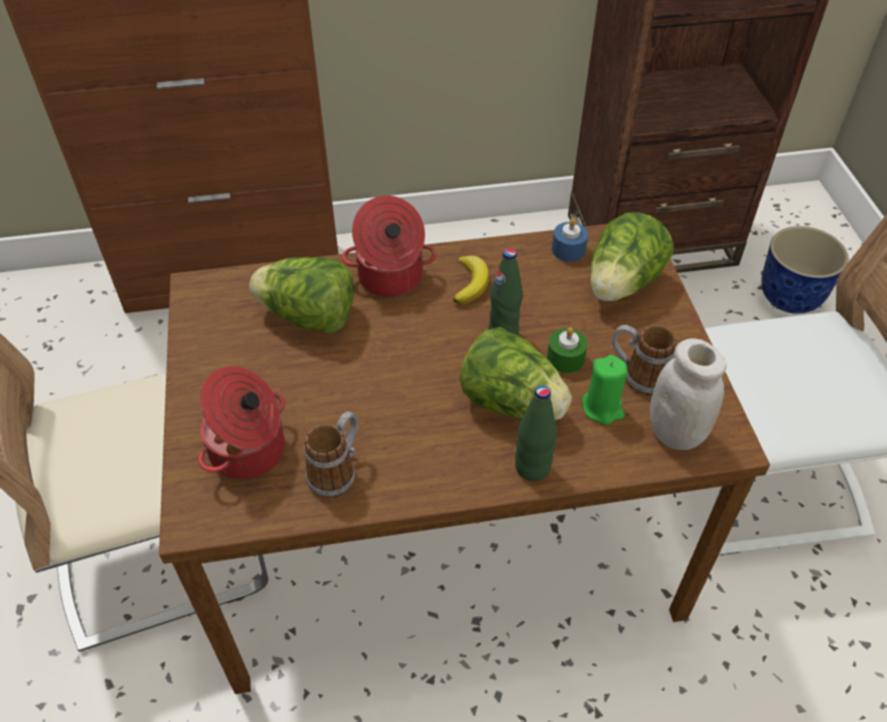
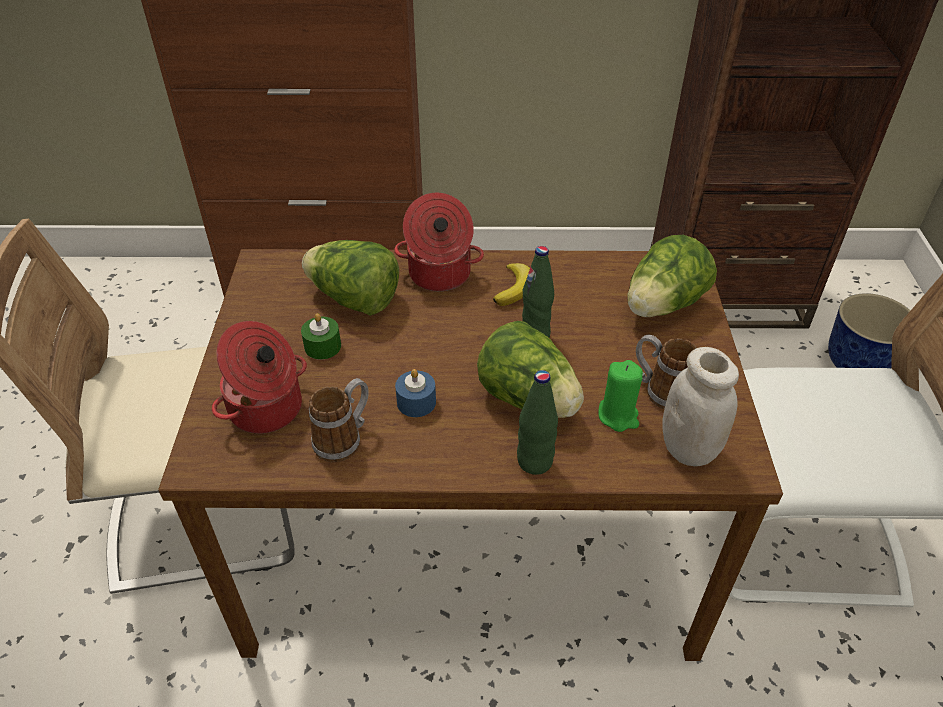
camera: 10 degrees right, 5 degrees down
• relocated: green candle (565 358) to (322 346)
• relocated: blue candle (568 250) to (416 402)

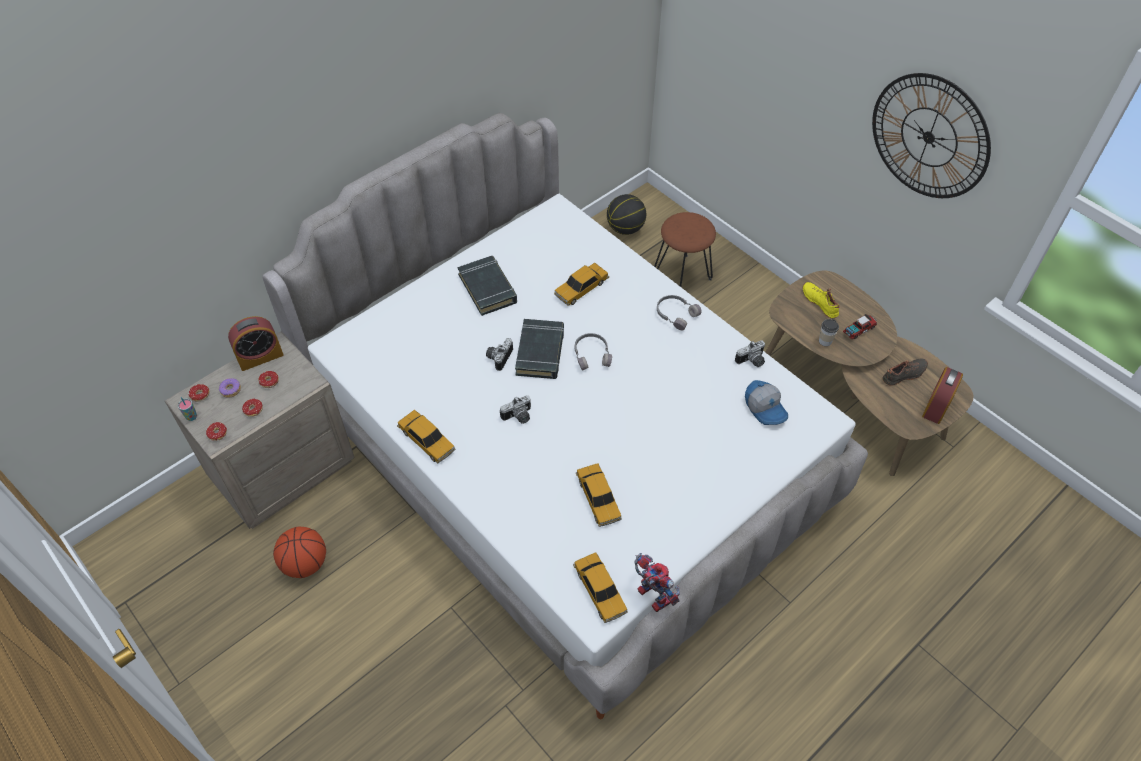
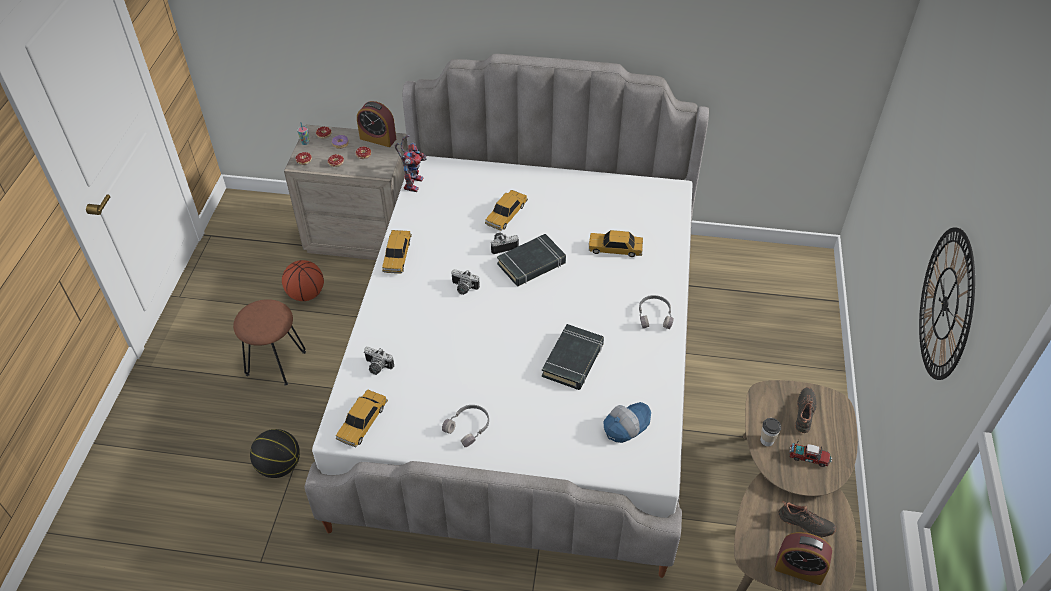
camera: 50 degrees right, 5 degrees down
• relocated: brownish sitting stool (683 275) to (276 363)
• relocated: ball for basketball (625 228) to (279 466)
• relocated: photo camera (752 361) to (377 367)
• relocated: model robot (650 595) to (412 182)
• relocated: grey headphones (592 354) to (469 427)
• relocated: toy car (598 498) to (506 214)
• relocated: blackish book (488 288) to (573 360)
• spun: baseball cap (766 408) = (625 425) 150 degrees counterclockwise
• spun: bedside clock (936 406) = (799 569) 150 degrees counterclockwise
• colour: yellow-coloured low shoe (820 302) to blackish low shoe (805 413)

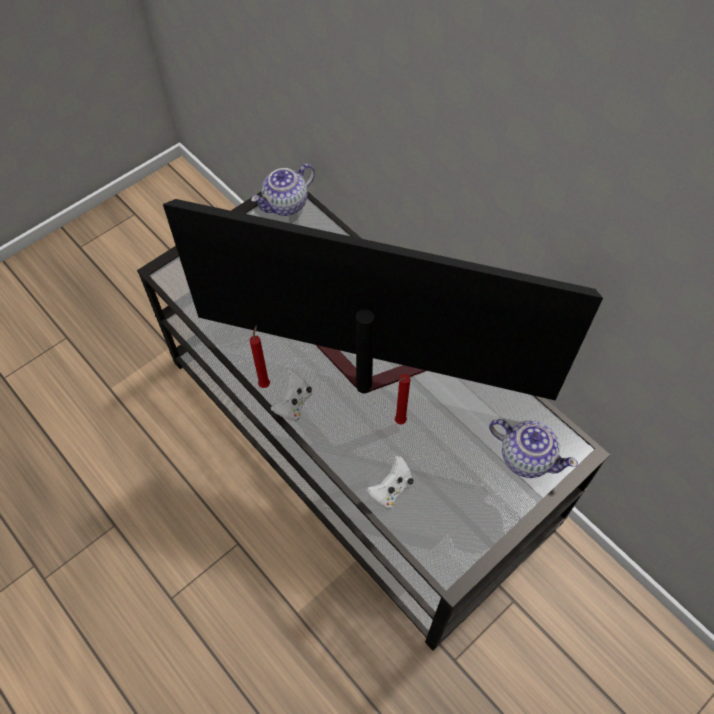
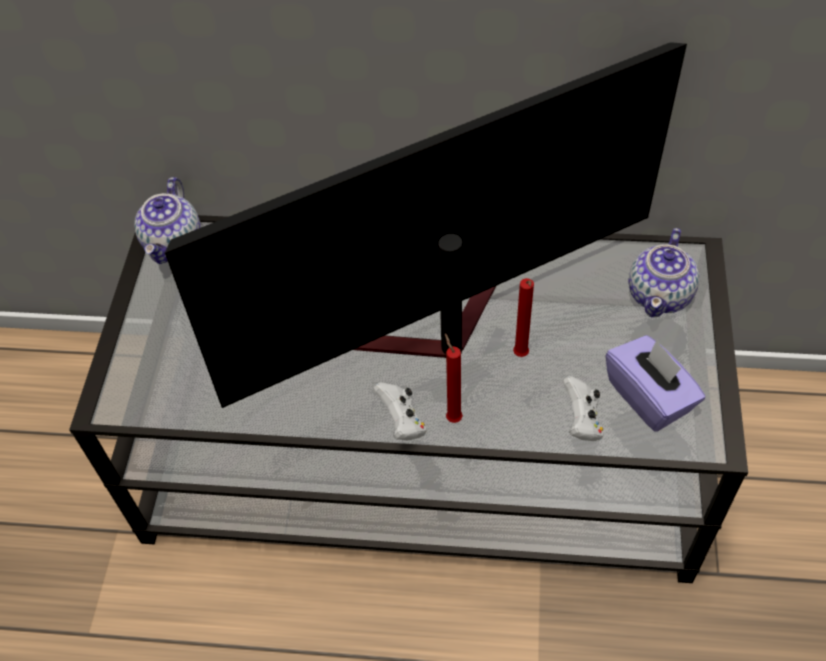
camera: 40 degrees left, 5 degrees down
• relocated: red candle (265 383) to (452 417)
• appeared: purple-coloured tissue holder (649 397)
• spun: teapot (526 456) = (660 294) 120 degrees clockwise

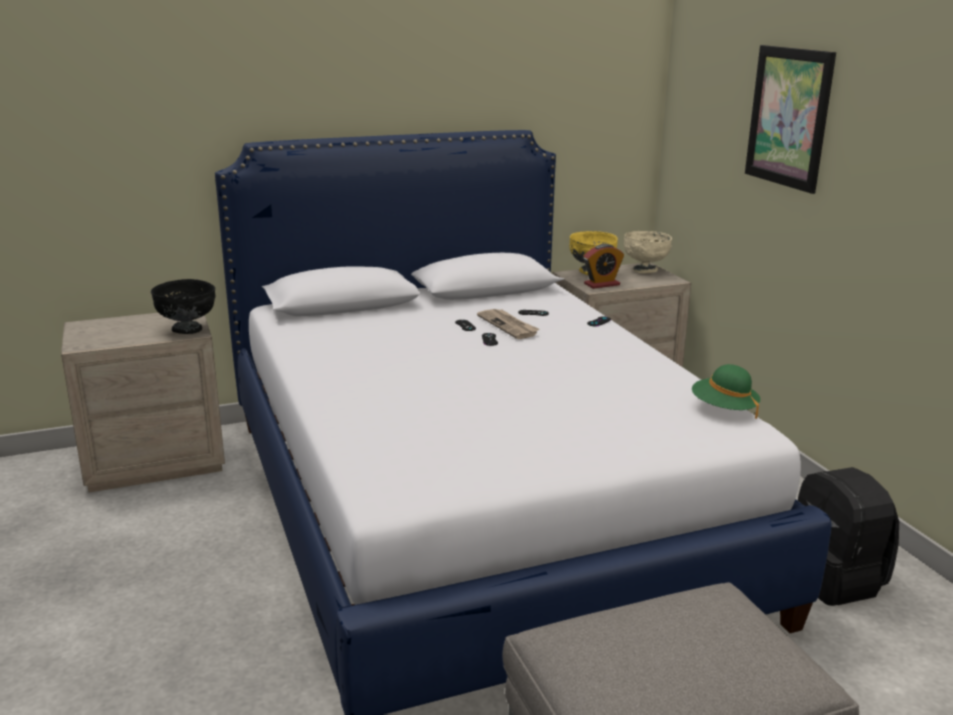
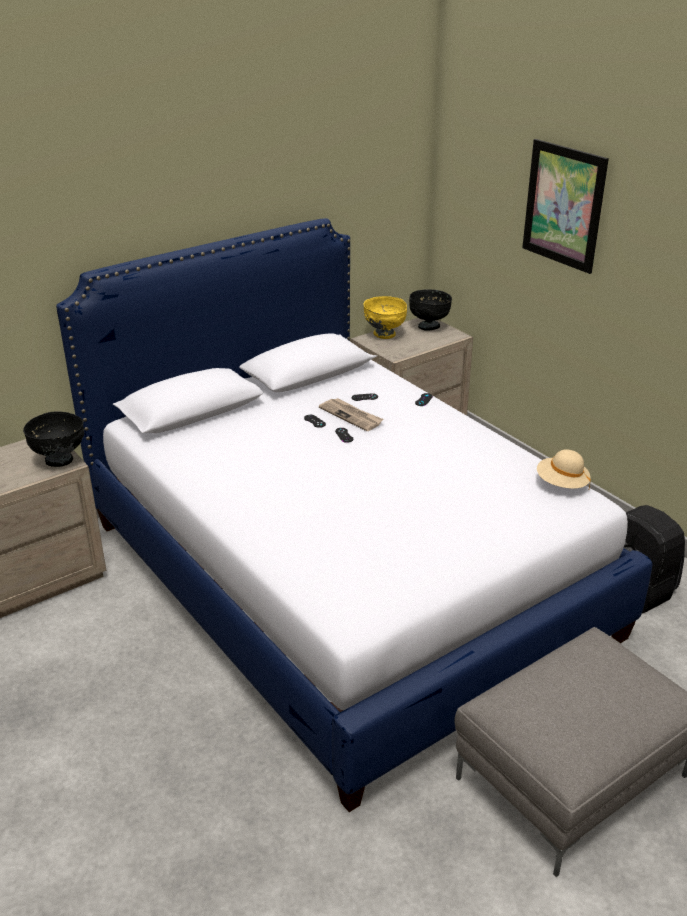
camera: 15 degrees left, 10 degrees up
• colour: beige-coloured bowl (645 270) to blackish bowl (429 326)
• colour: green clothing hat (723 409) to beige-coloured clothing hat (561 484)
• missing: bedside clock (602 284)

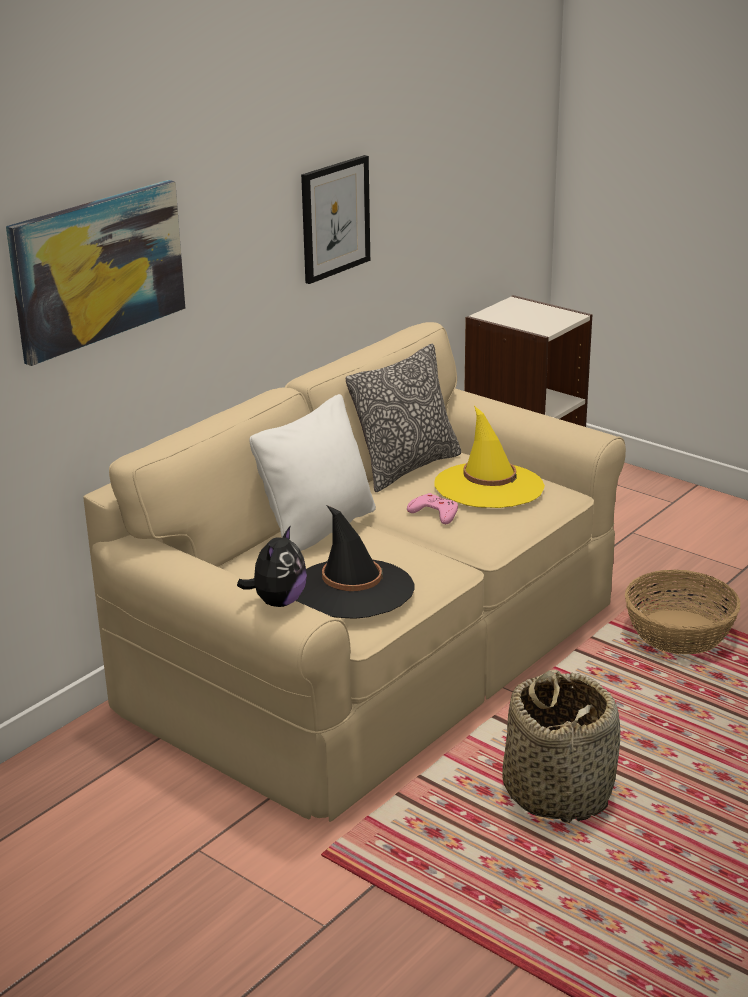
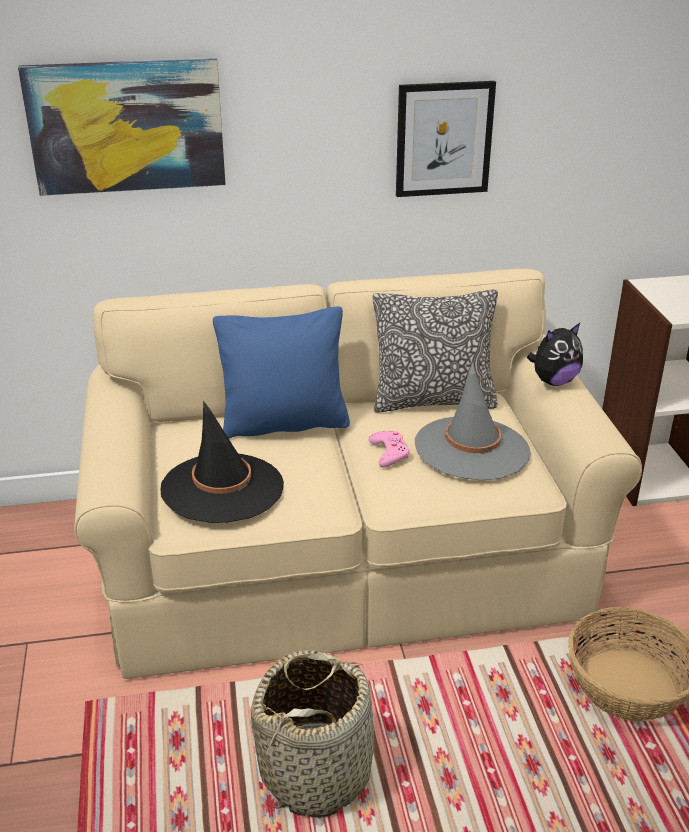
camera: 40 degrees right, 5 degrees up
• colour: whitish throw pillow (318 529) to blue throw pillow (284 424)
• colour: yellow-coloured clothing hat (489 486) to grey clothing hat (472 449)
• relocated: plush toy (278 602) to (553 381)

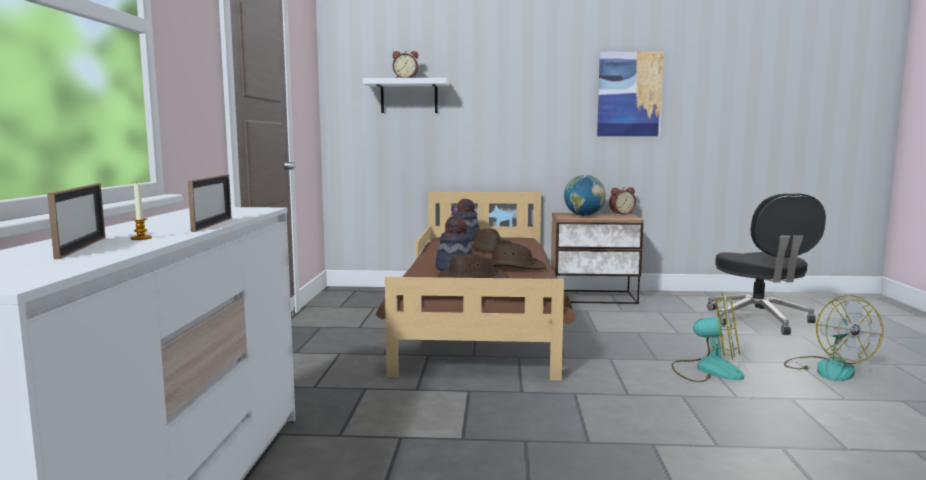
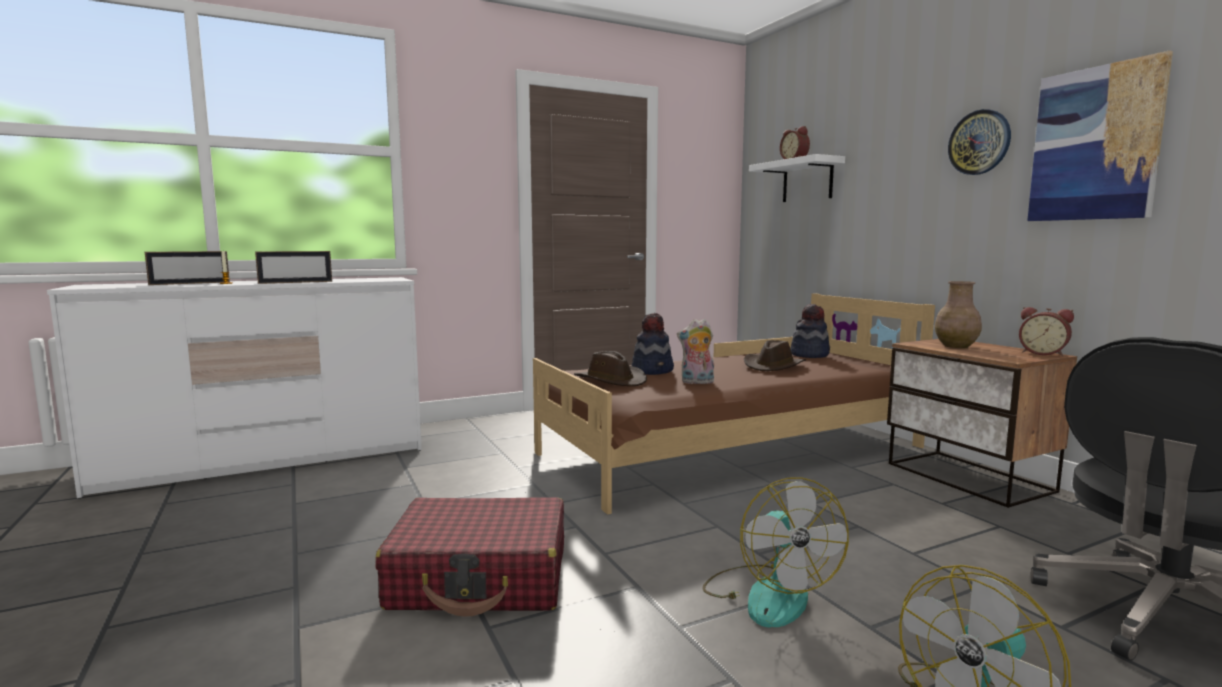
camera: 60 degrees right, 0 degrees up
• appeared: red travel case (481 578)
• exchanged: brownish clothing hat (513 267) to plush toy (696 382)
• exchanged: desk globe (584 216) to brownish flower vase (956 346)
• appeared: wall clock (979 142)

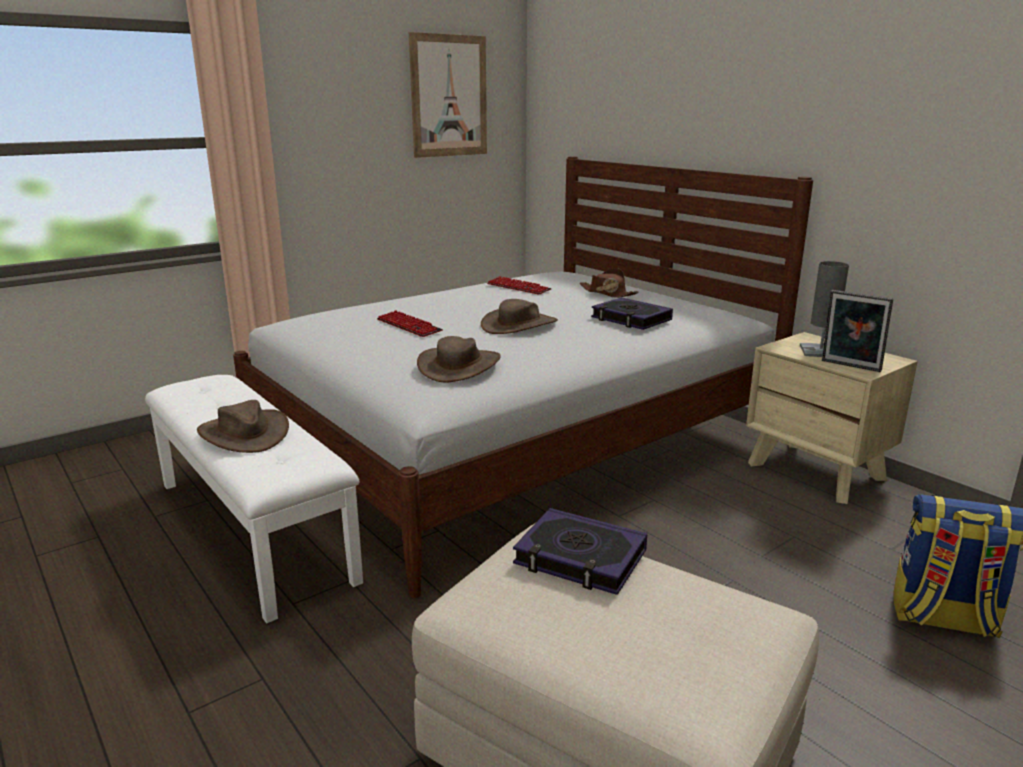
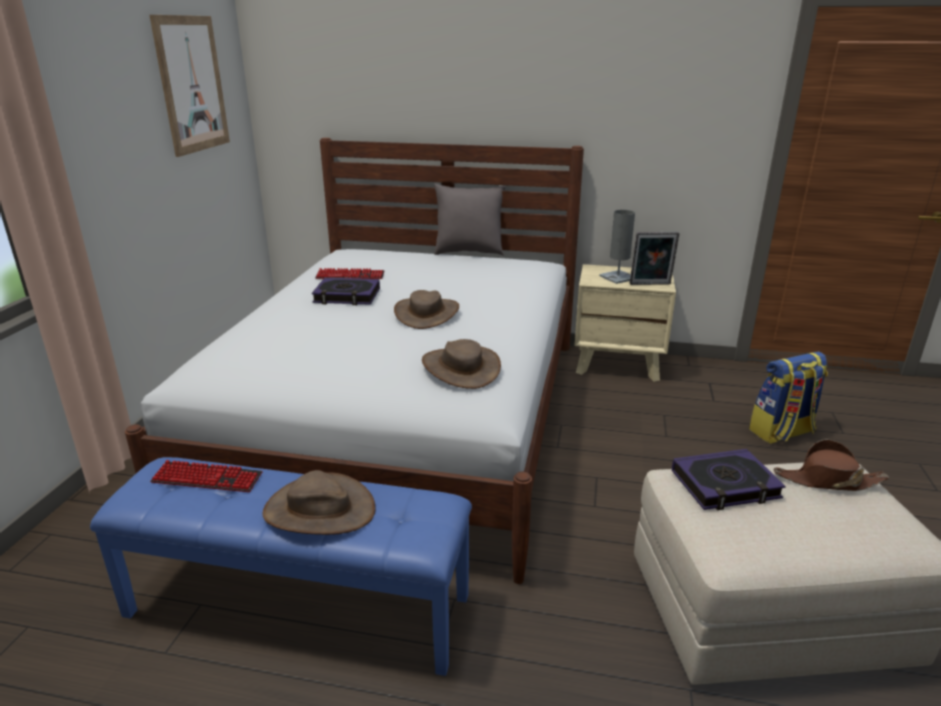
camera: 40 degrees left, 5 degrees up
• colour: whitish bench (255 529) to blue bench (300 604)
• relocated: PC keyboard (409 326) to (207 478)
• relocated: book (631 319) to (347 296)
• appeared: grey throw pillow (469 252)
• relocated: brownish clothing hat (607 293) to (828 480)

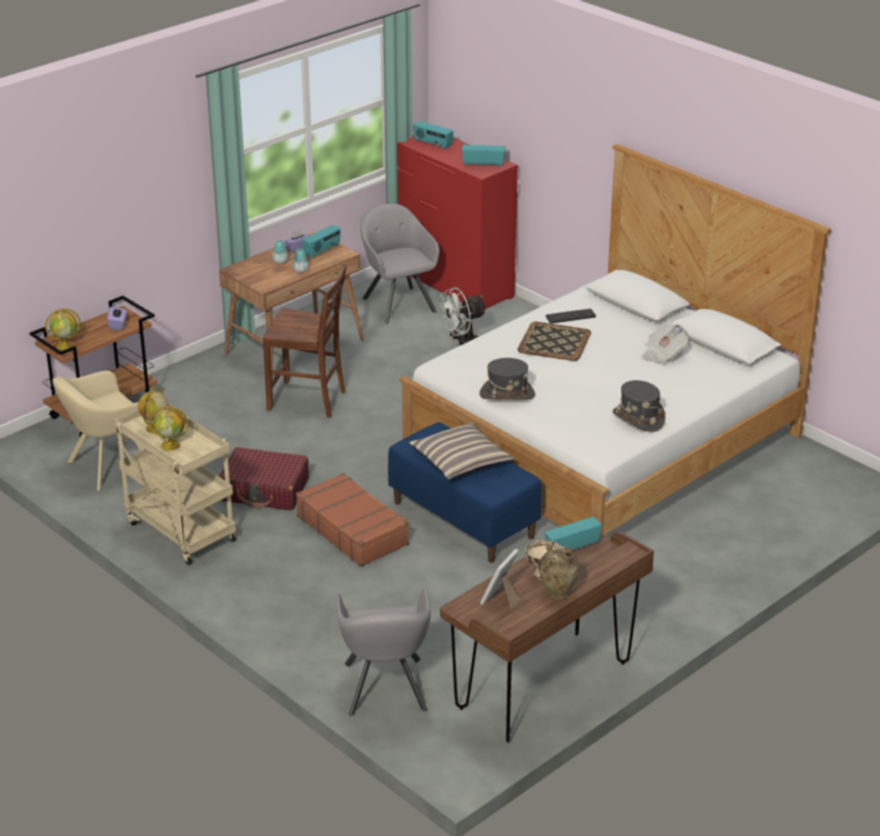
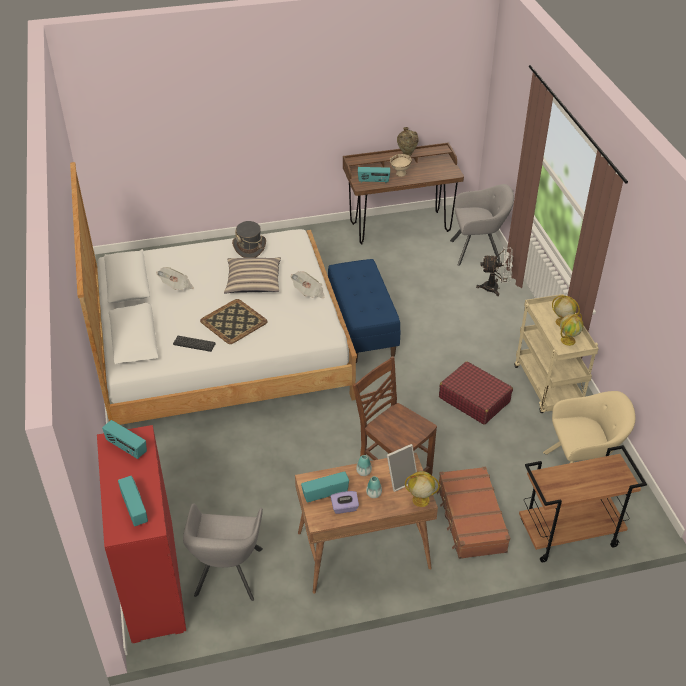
camera: 150 degrees left, 10 degrees up
• relocated: throw pillow (460 460) to (253 281)
• exchanged: grey clothing hat (507 394) to printed paper (308 292)
• relocated: picture frame (501 599) to (401 479)
• relocated: desk globe (66 345) to (420 500)
• relocated: brownish travel case (352 530) to (470 519)
• spun: grey lounge chair (385 690) = (478 251) 60 degrees clockwise
• relocated: whitish fan (463 344) to (495 288)
• missing: purple-coloured tissue holder (118 325)

